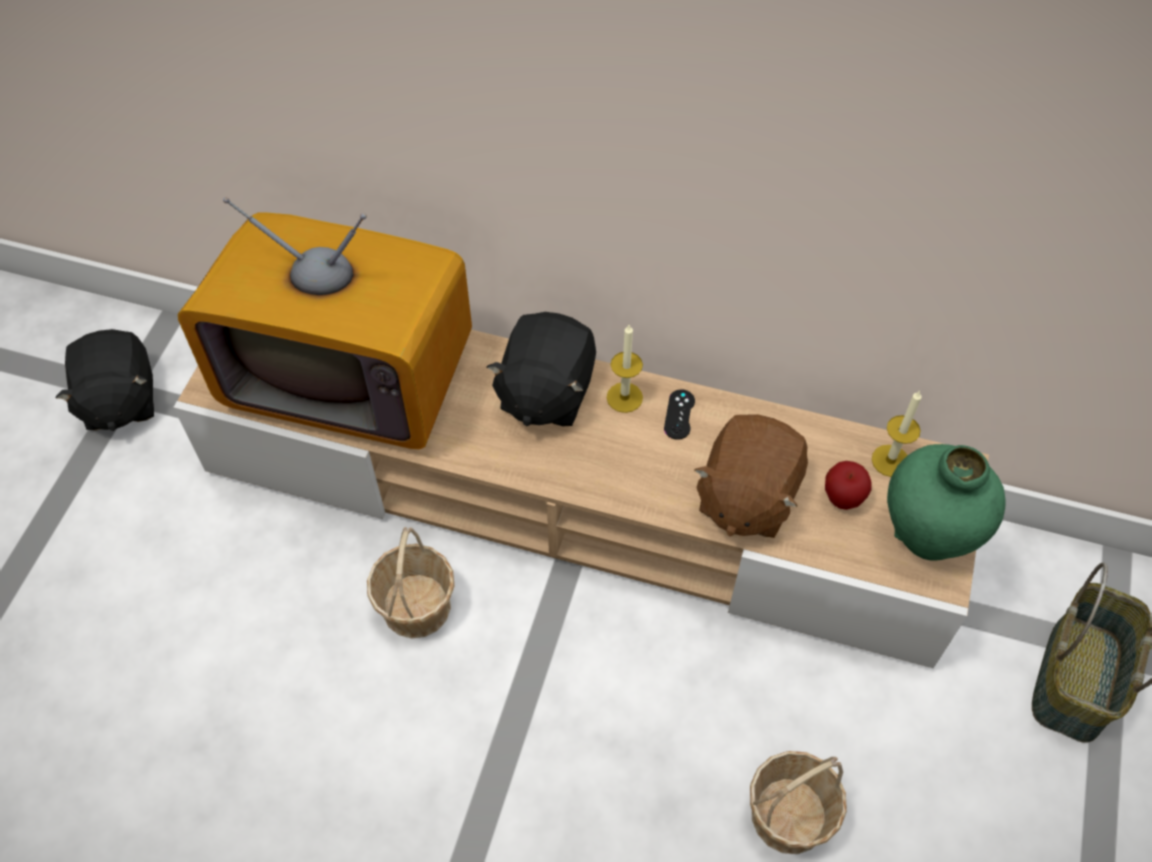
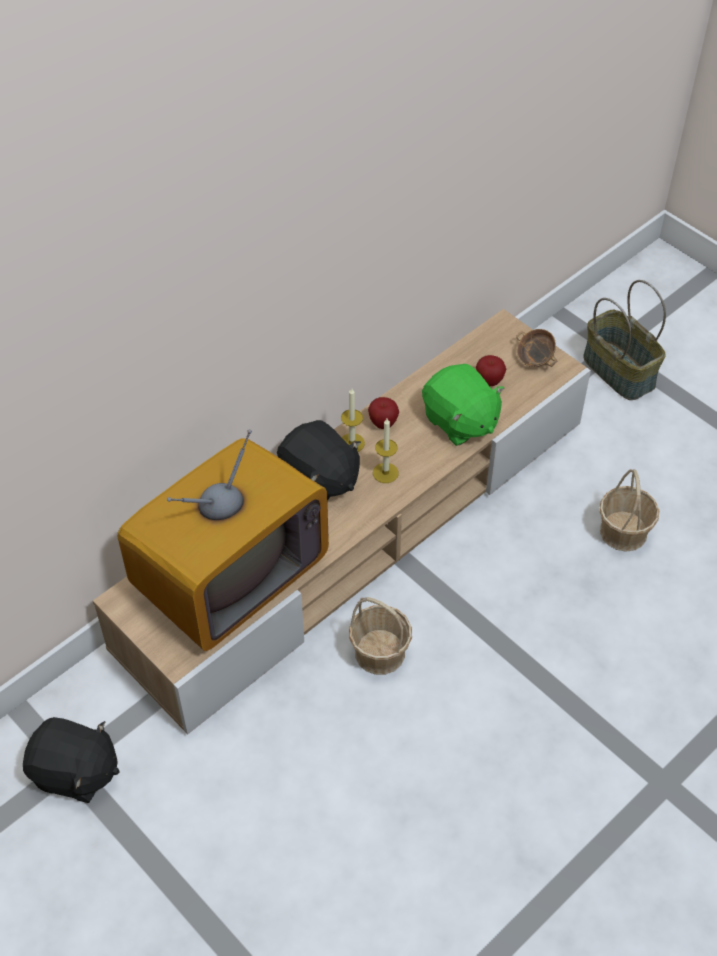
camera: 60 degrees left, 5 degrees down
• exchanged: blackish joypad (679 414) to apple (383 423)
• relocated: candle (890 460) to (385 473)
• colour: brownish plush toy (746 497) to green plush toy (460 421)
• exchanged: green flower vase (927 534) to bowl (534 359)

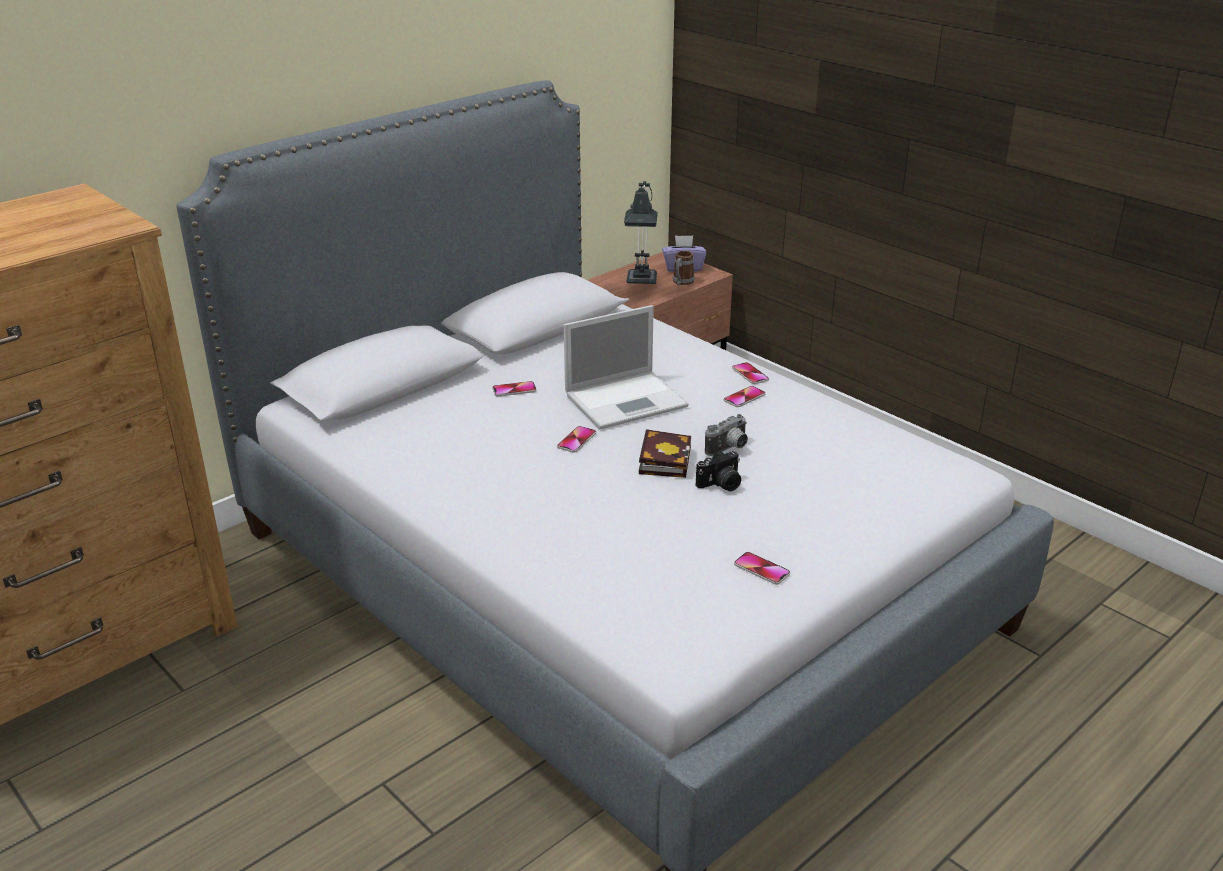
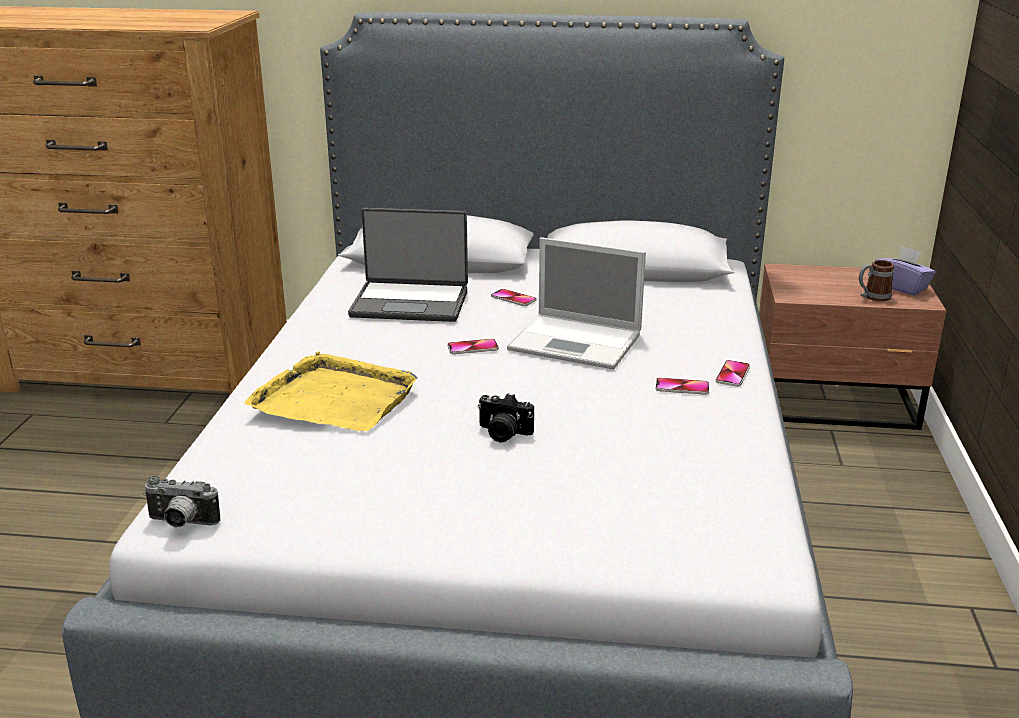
camera: 50 degrees right, 5 degrees down
• relocated: photo camera (729 449) to (181 523)
• appeared: yellow-coloured serving tray (335 398)
• appeared: laptop (410 303)
• missing: table lamp (641 283)
• missing: book (664 459)
• missing: phone (761 569)

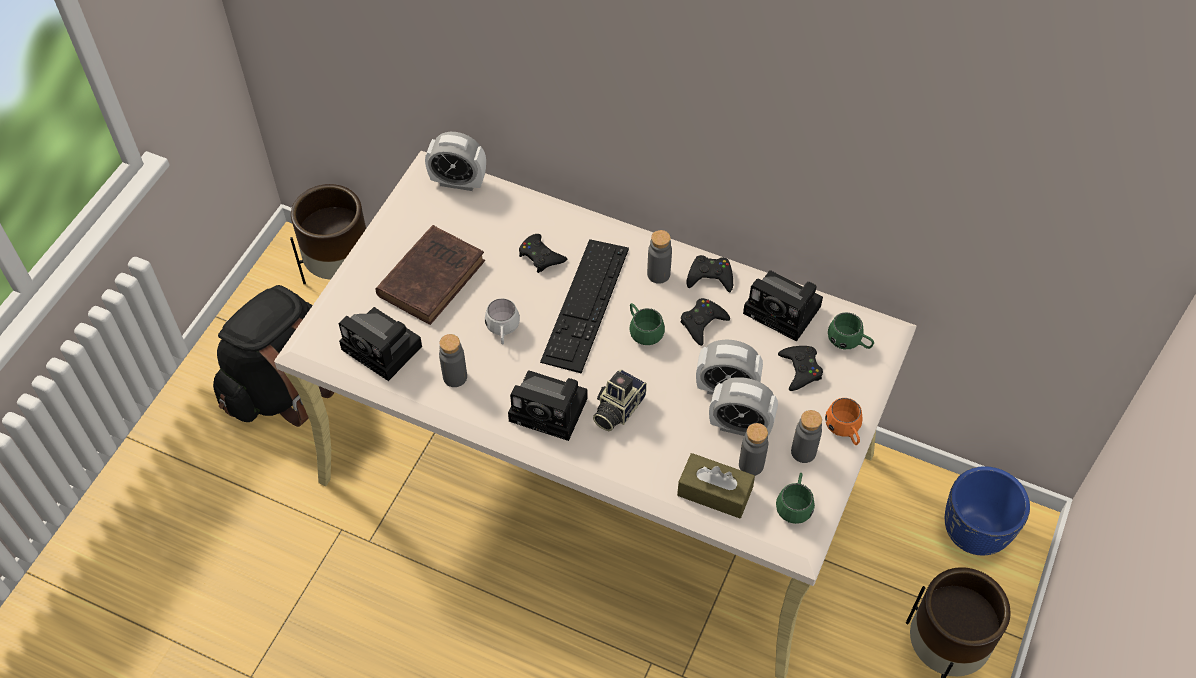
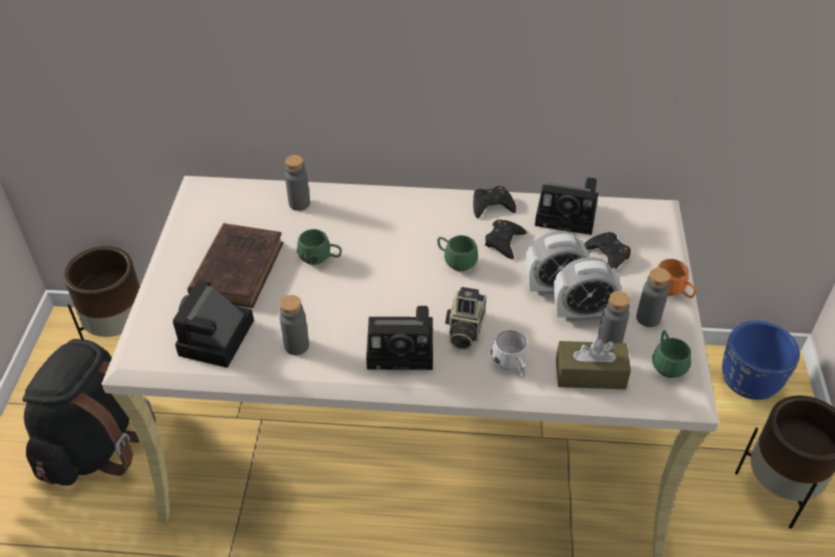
camera: 20 degrees left, 10 degrees down
• spun: photo camera (385 349) = (216 340) 90 degrees clockwise
• relocated: grey drink bottle (658 274) to (299 203)
• relocated: green coffee mug (849 343) to (320 259)
• relocated: whitish coffee mug (503 331) to (511 366)
• missing: bedside clock (458 182)
• missing: blackish joypad (541 256)
• missing: PC keyboard (585 304)

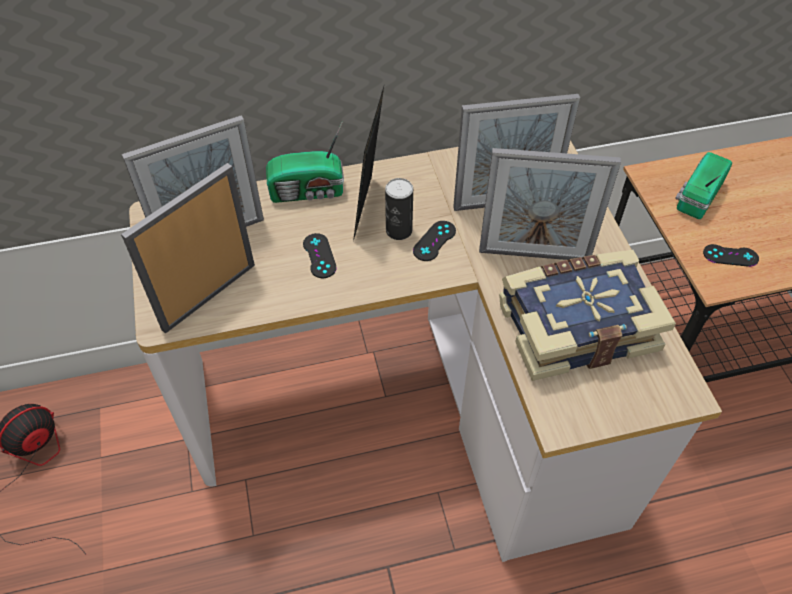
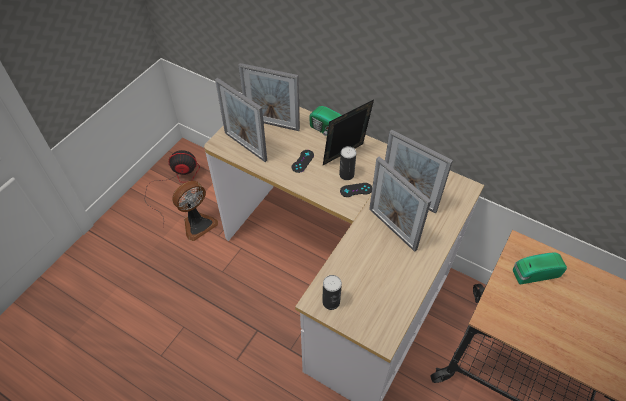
camera: 45 degrees right, 0 degrees up
• appeared: fan (198 224)
• spun: picture frame (209 296) = (245 146) 135 degrees counterclockwise
• appeared: metal can (331 302)
• missing: book (575 325)
• missing: blackish joypad (730 256)

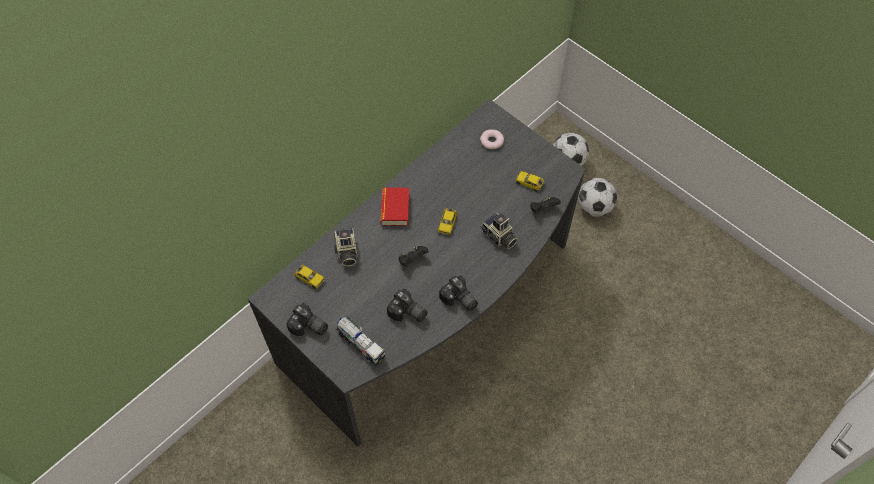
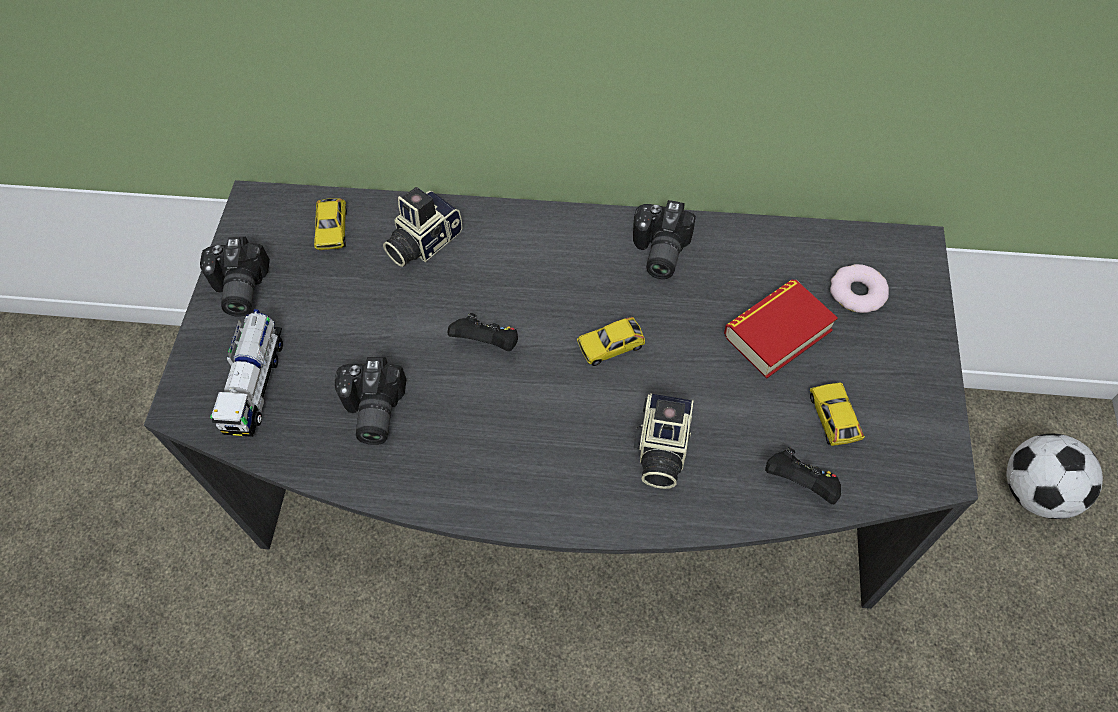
camera: 55 degrees right, 0 degrees up
• relocated: photo camera (459 300) to (657 252)
• relocated: book (395 209) to (777 333)
• missing: football ball (594 207)

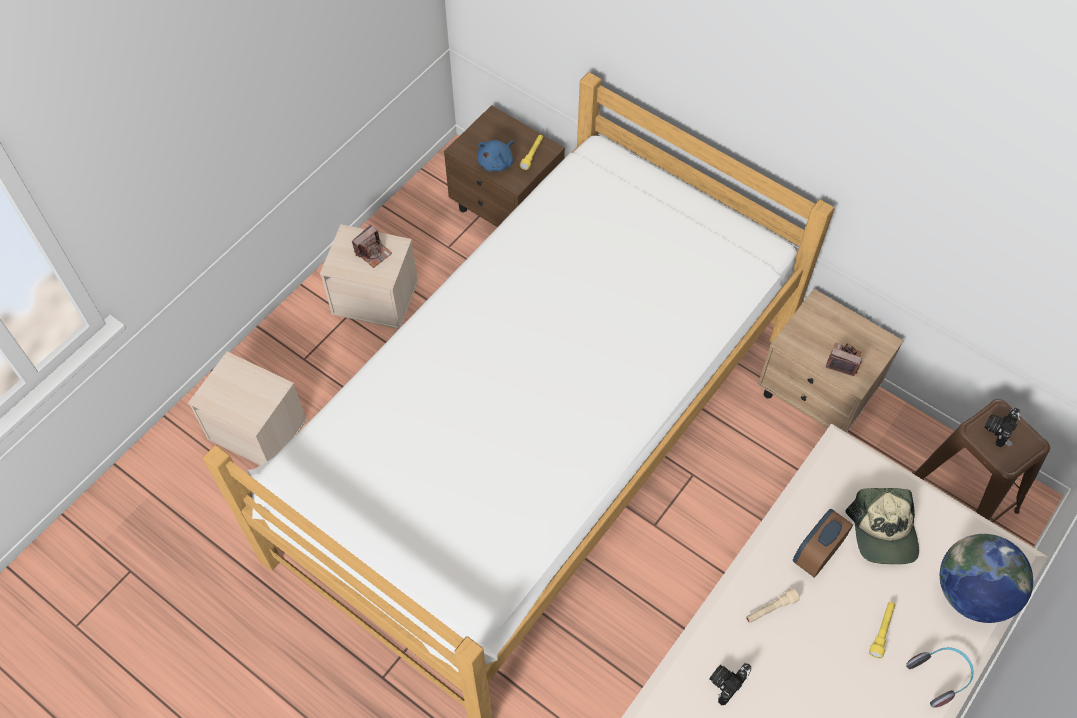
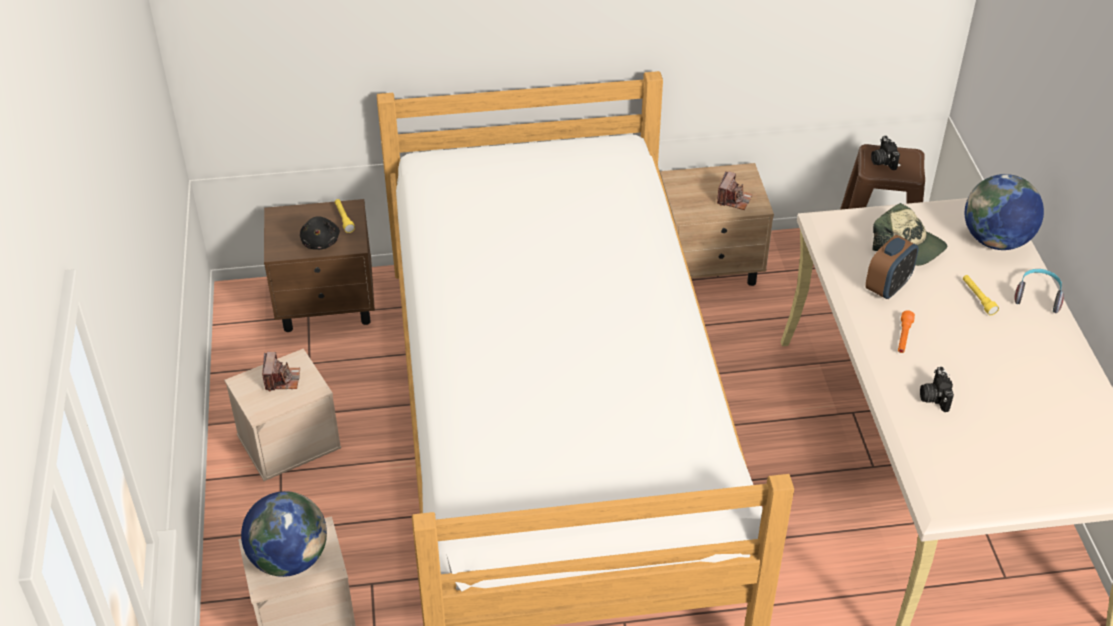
camera: 45 degrees left, 15 degrees down
• appeared: desk globe (289 558)
• colour: blue plush toy (497 162) to blackish plush toy (321 242)
• spun: photo camera (843 360) = (733 199) 135 degrees clockwise
• spun: bedside clock (816 554) = (887 287) 135 degrees counterclockwise
• colour: beige-coloured hand torch (770 609) to orangey hand torch (903 337)

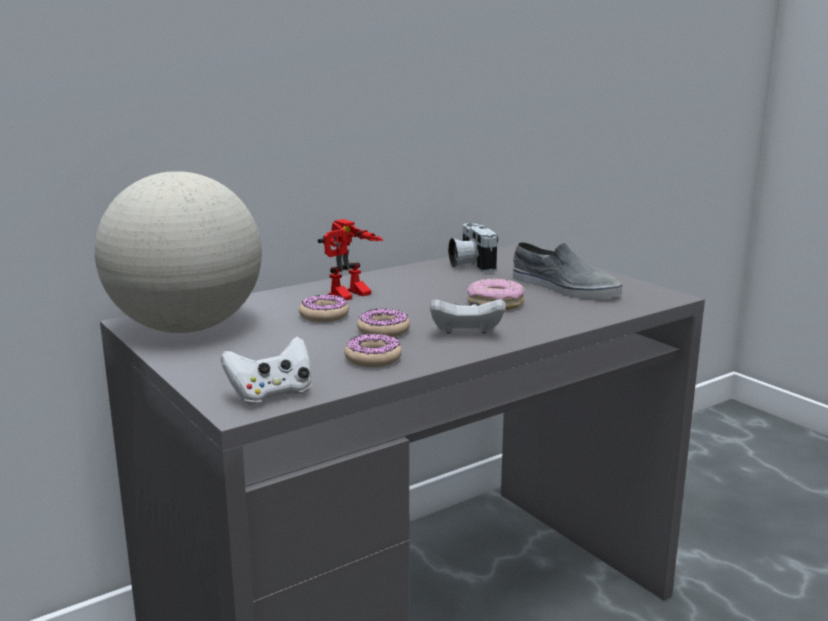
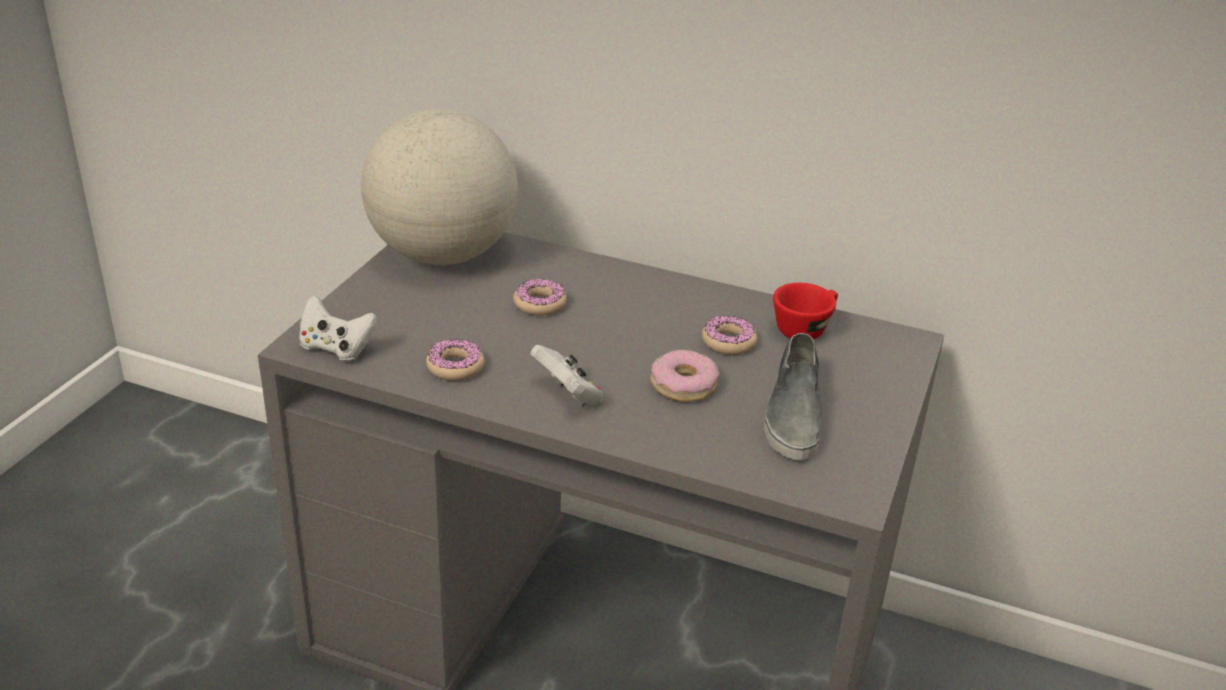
camera: 55 degrees right, 15 degrees up
• relocated: donut (383 331) to (728 342)
• exchanged: photo camera (469 264) to red drinking cup (805 328)
• missing: model robot (350 296)

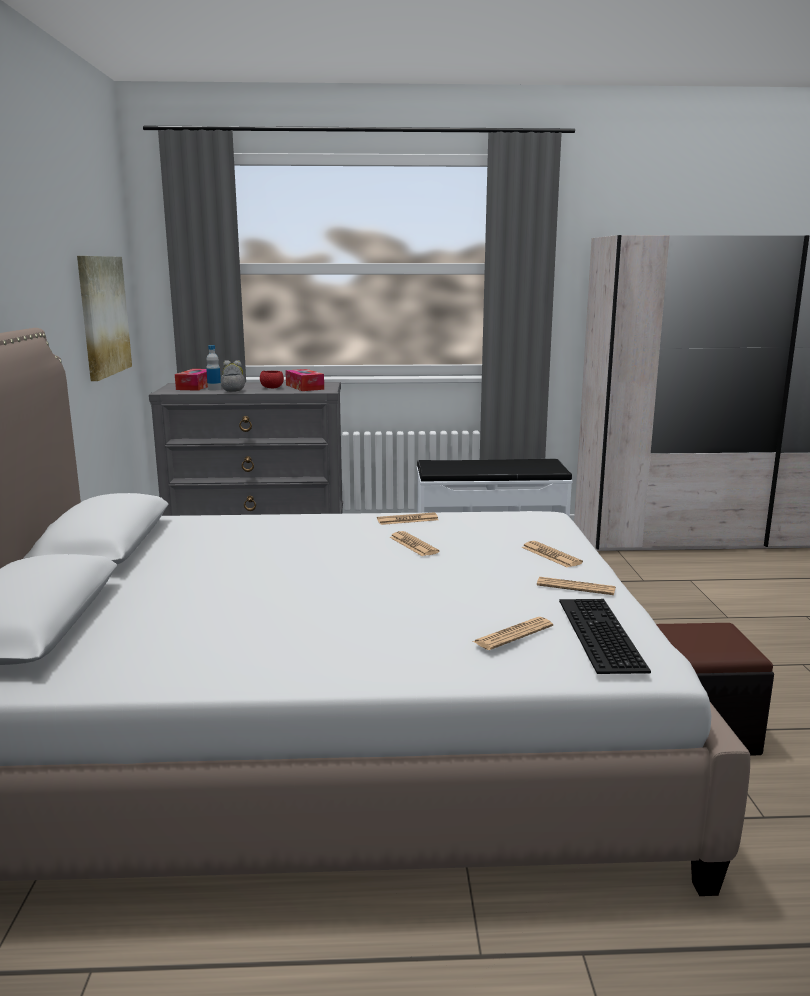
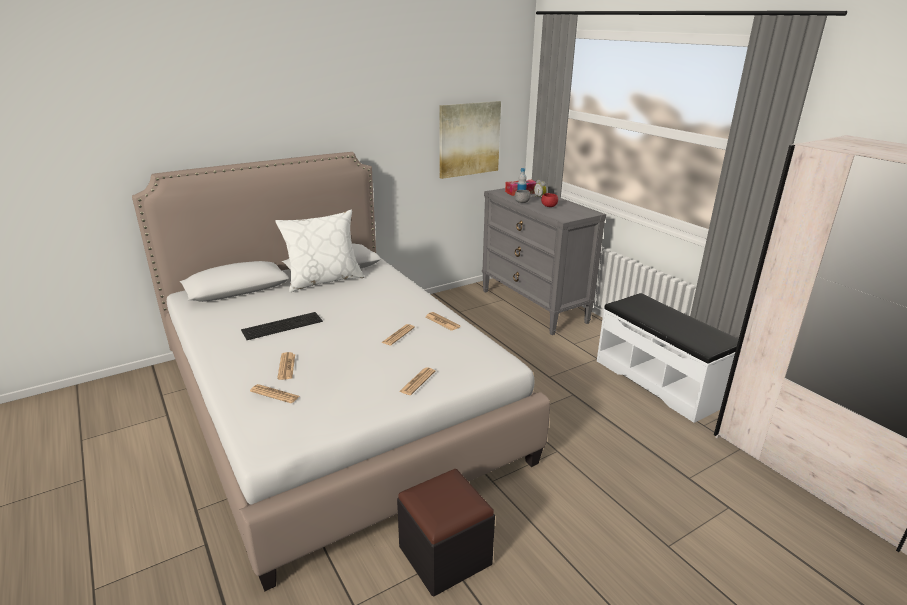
camera: 60 degrees right, 10 degrees up
• relocated: PC keyboard (596 633) to (283 325)
• appeared: whitish throw pillow (324 280)
• relocated: printed paper (576 587) to (286 366)
• missing: tissue holder (304 387)

